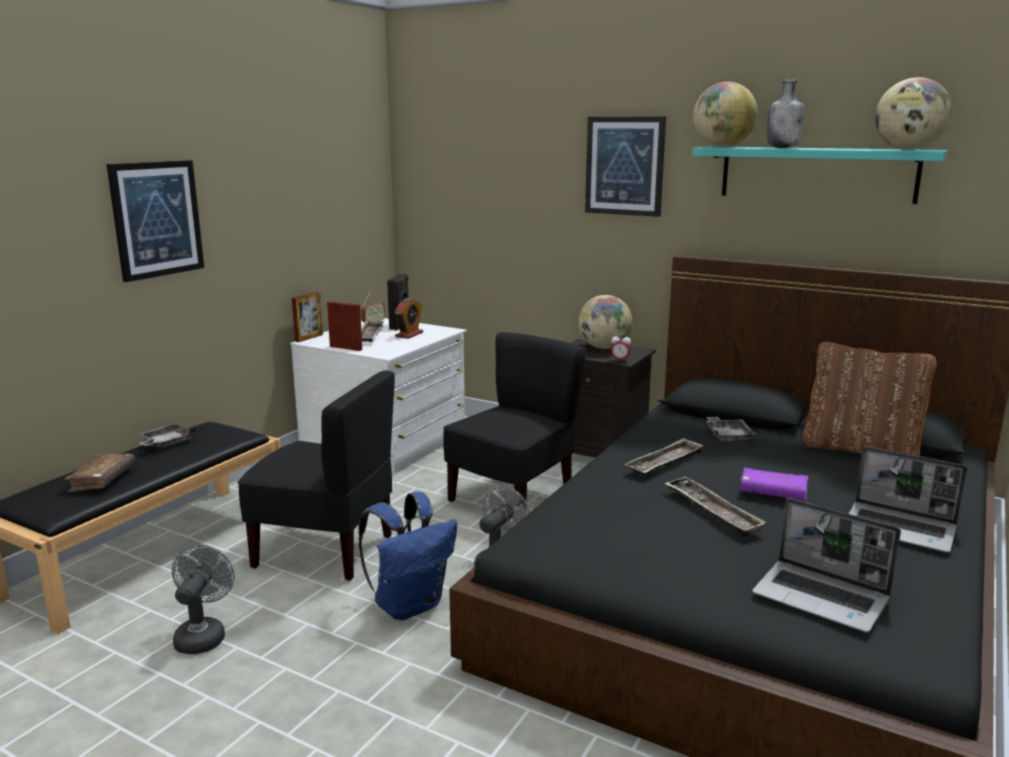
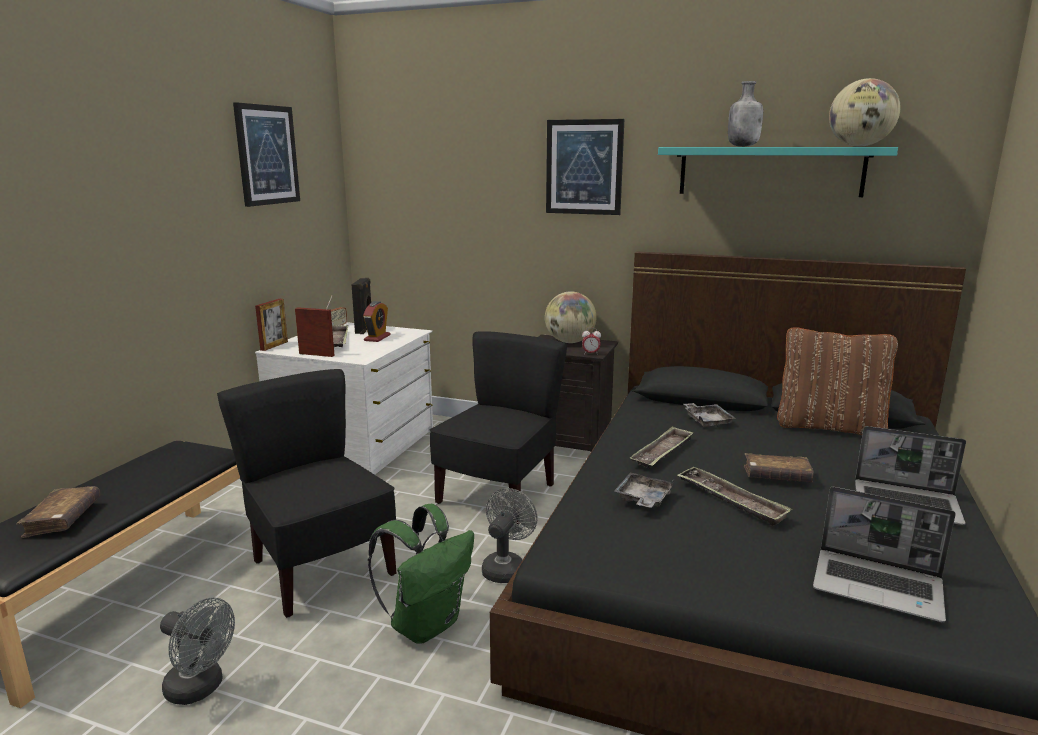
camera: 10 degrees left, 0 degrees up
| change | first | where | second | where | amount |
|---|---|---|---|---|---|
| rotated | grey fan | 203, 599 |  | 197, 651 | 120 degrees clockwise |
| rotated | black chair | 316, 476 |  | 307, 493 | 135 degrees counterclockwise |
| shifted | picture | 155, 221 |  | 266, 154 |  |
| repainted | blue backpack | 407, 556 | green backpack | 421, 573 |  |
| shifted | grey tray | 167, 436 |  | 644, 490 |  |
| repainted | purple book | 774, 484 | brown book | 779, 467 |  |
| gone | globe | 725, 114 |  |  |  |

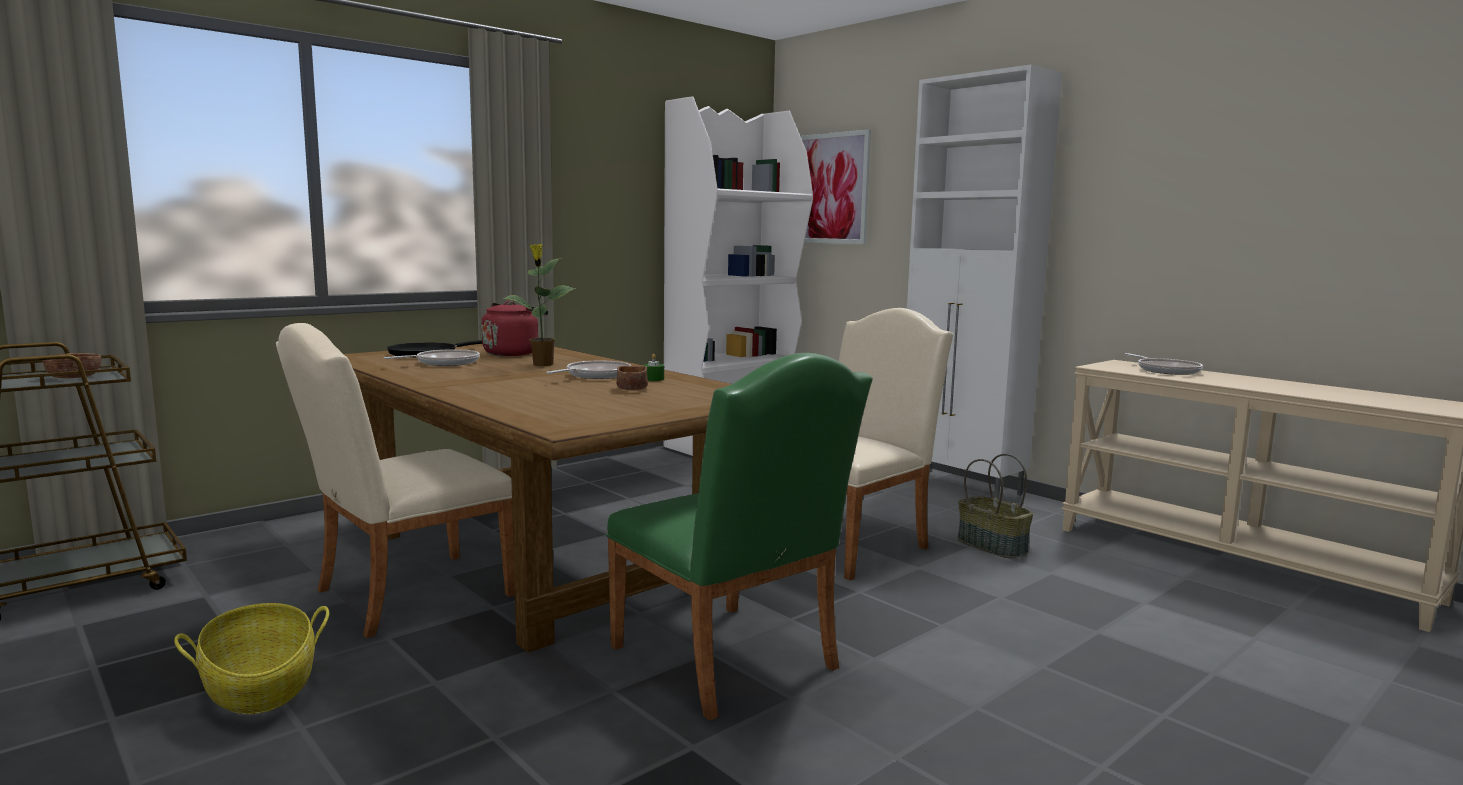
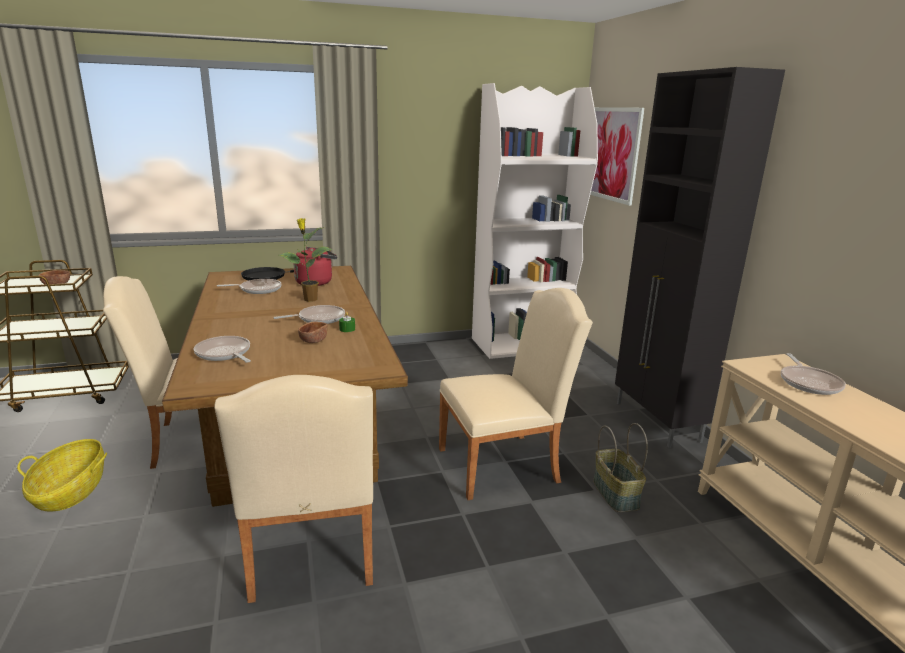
camera: 25 degrees right, 10 degrees up
| change | first | where | second | where | amount |
|---|---|---|---|---|---|
| new |  |  | frying pan | 222, 349 |  |
| repainted | green chair | 739, 537 | beige chair | 293, 489 |  |
| repainted | white cabinet | 984, 281 | black cabinet | 700, 257 |  |

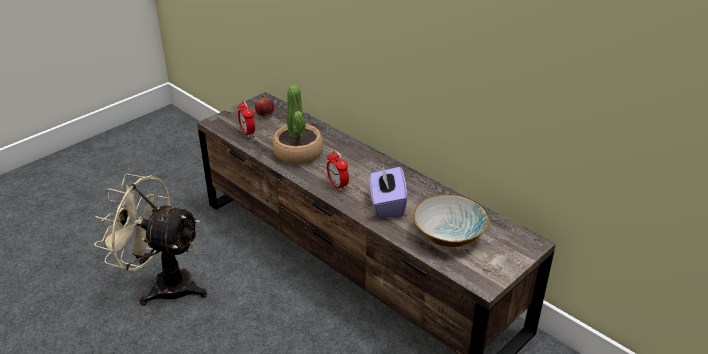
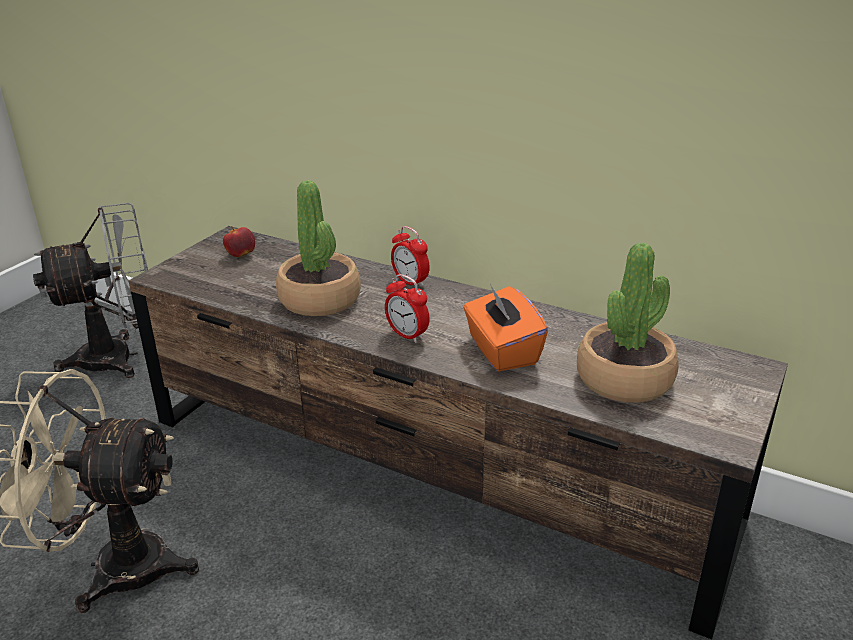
camera: 15 degrees left, 5 degrees down
| change | first | where | second | where | amount |
|---|---|---|---|---|---|
| new |  |  | grey fan | 90, 290 |  |
| shifted | alarm clock | 246, 119 |  | 410, 257 |  |
| repainted | purple tissue box | 388, 192 | orange tissue box | 505, 328 |  |
| swapped | bowl | 450, 221 | potted plant | 628, 322 |  |

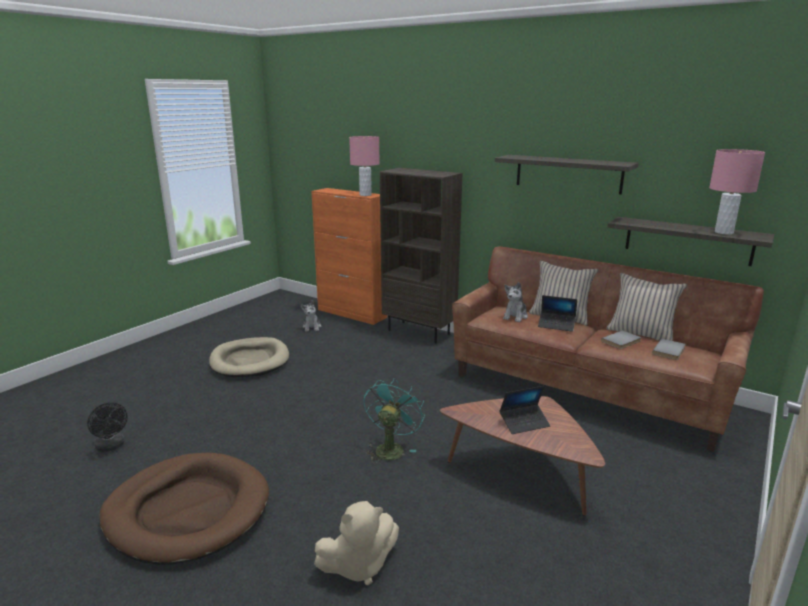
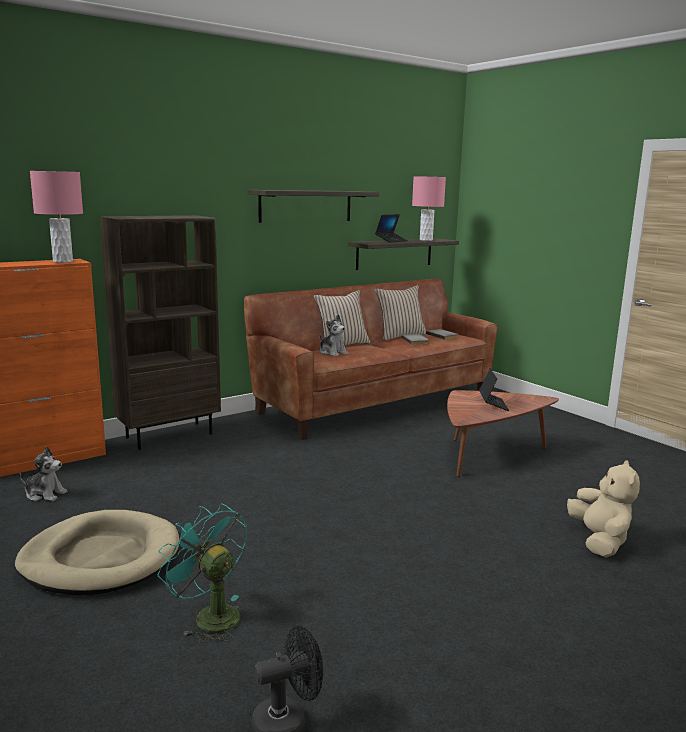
camera: 70 degrees left, 5 degrees down
| change | first | where | second | where | amount |
|---|---|---|---|---|---|
| shifted | turquoise fan | 394, 420 |  | 202, 573 |  |
| shifted | laptop | 557, 313 |  | 391, 228 |  |
| gone | brown dog bed | 184, 509 |  |  |  |

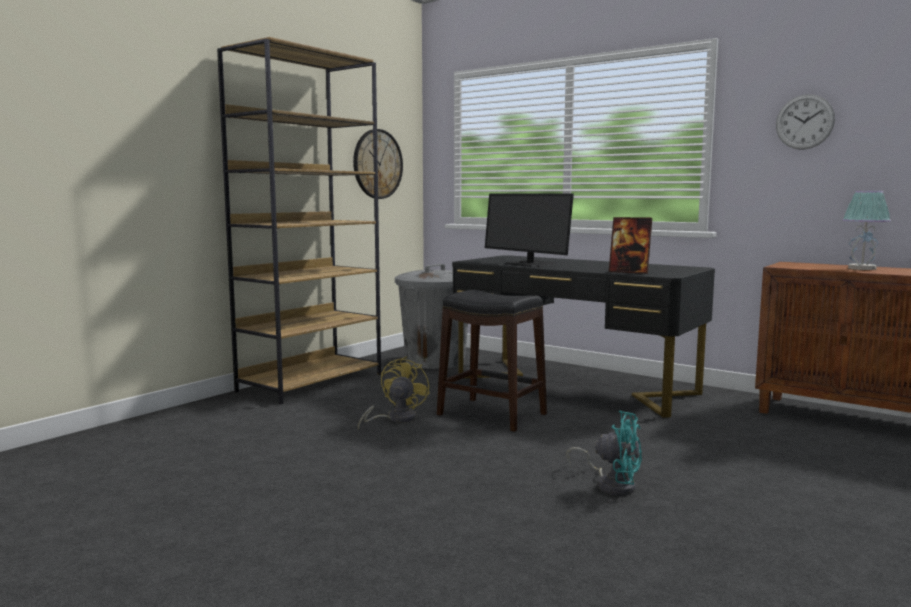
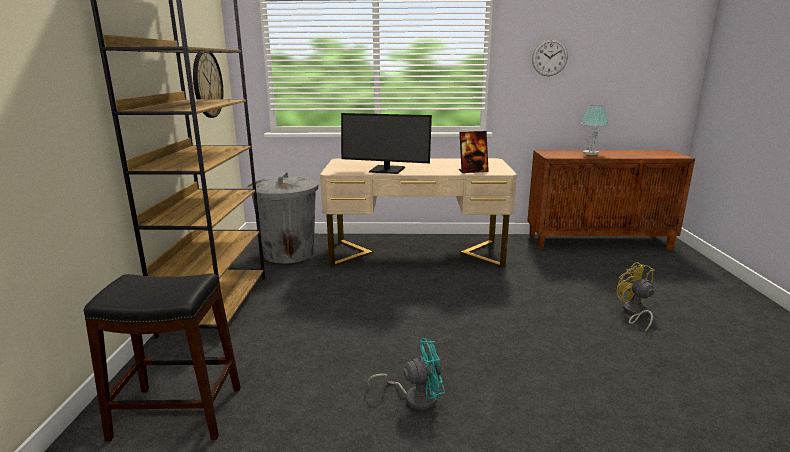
camera: 35 degrees left, 10 degrees up
| change | first | where | second | where | amount |
|---|---|---|---|---|---|
| shifted | black stool | 492, 361 |  | 162, 357 |  |
| repainted | black desk | 583, 336 | beige desk | 418, 213 |  |
| shifted | turquoise fan | 604, 453 |  | 406, 374 |  |
| shifted | yellow fan | 394, 392 |  | 635, 297 |  |

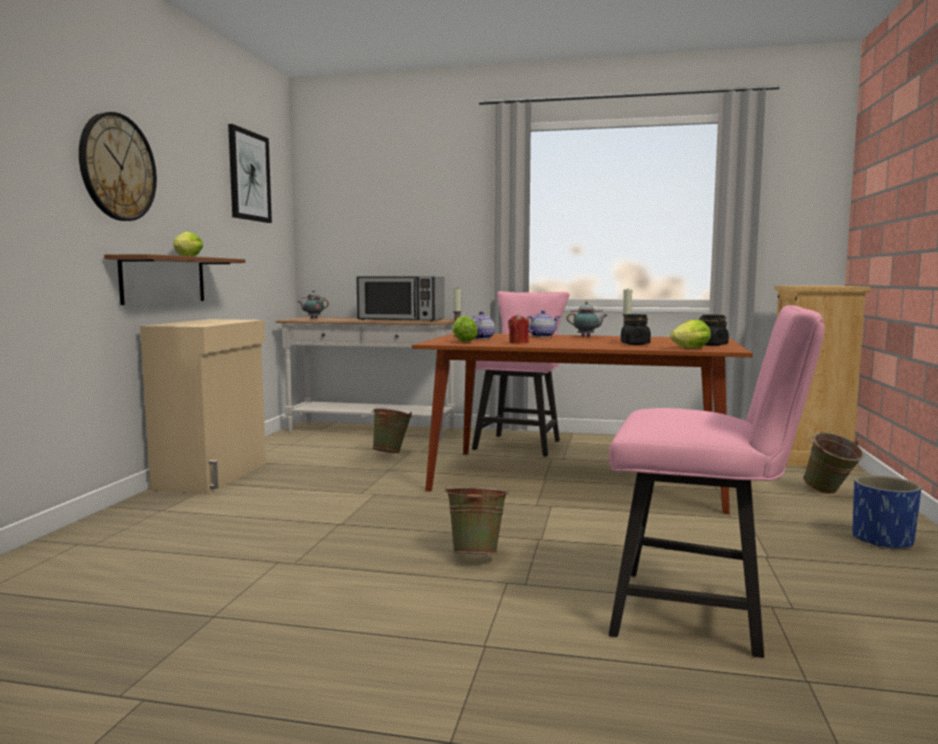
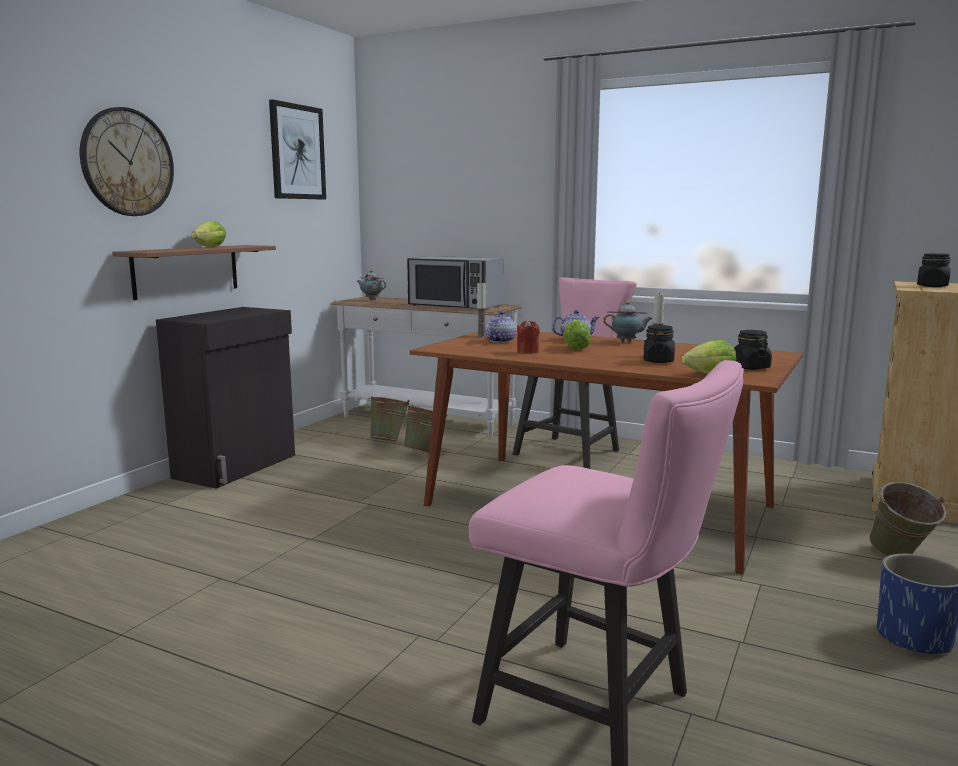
camera: 15 degrees right, 5 degrees up
| change | first | where | second | where | amount |
|---|---|---|---|---|---|
| repainted | beige cabinet | 203, 406 | black cabinet | 225, 398 |  |
| shifted | green bucket | 477, 520 |  | 388, 418 |  |
| shifted | lettuce | 465, 329 |  | 577, 335 |  |
| new |  |  | black jar | 934, 270 |  |

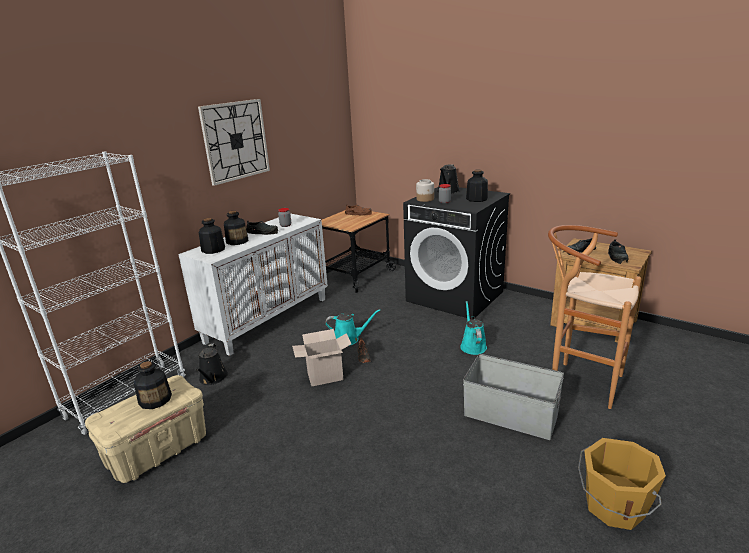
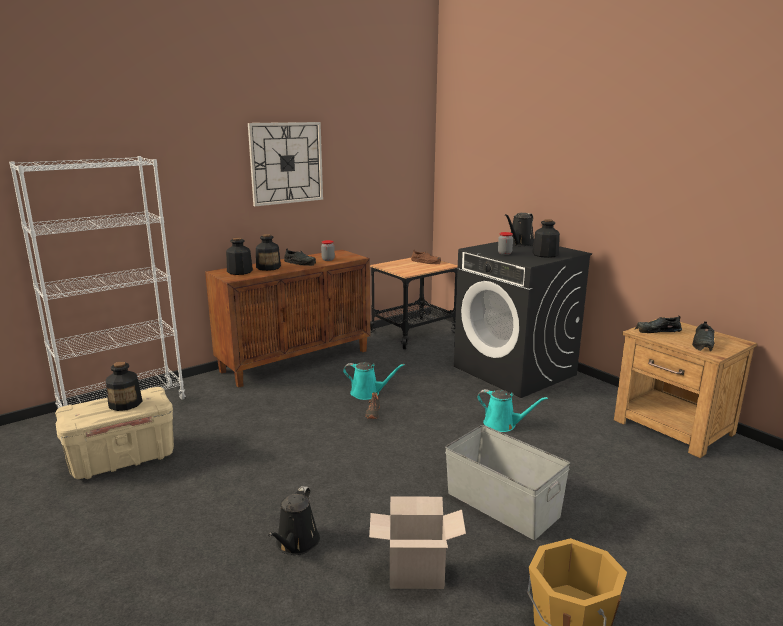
camera: 15 degrees right, 5 degrees down
| change | first | where | second | where | amount |
|---|---|---|---|---|---|
| repainted | white cabinet | 253, 284 | brown cabinet | 287, 319 |  |
| shifted | black watering can | 212, 364 |  | 294, 520 |  |
| shifted | cardboard box | 321, 357 |  | 417, 542 |  |
| rotated | turquoise watering can | 473, 328 |  | 512, 410 | 105 degrees clockwise |
| gone | jar | 425, 190 |  |  |  |
| gone | brown stool | 594, 317 |  |  |  |

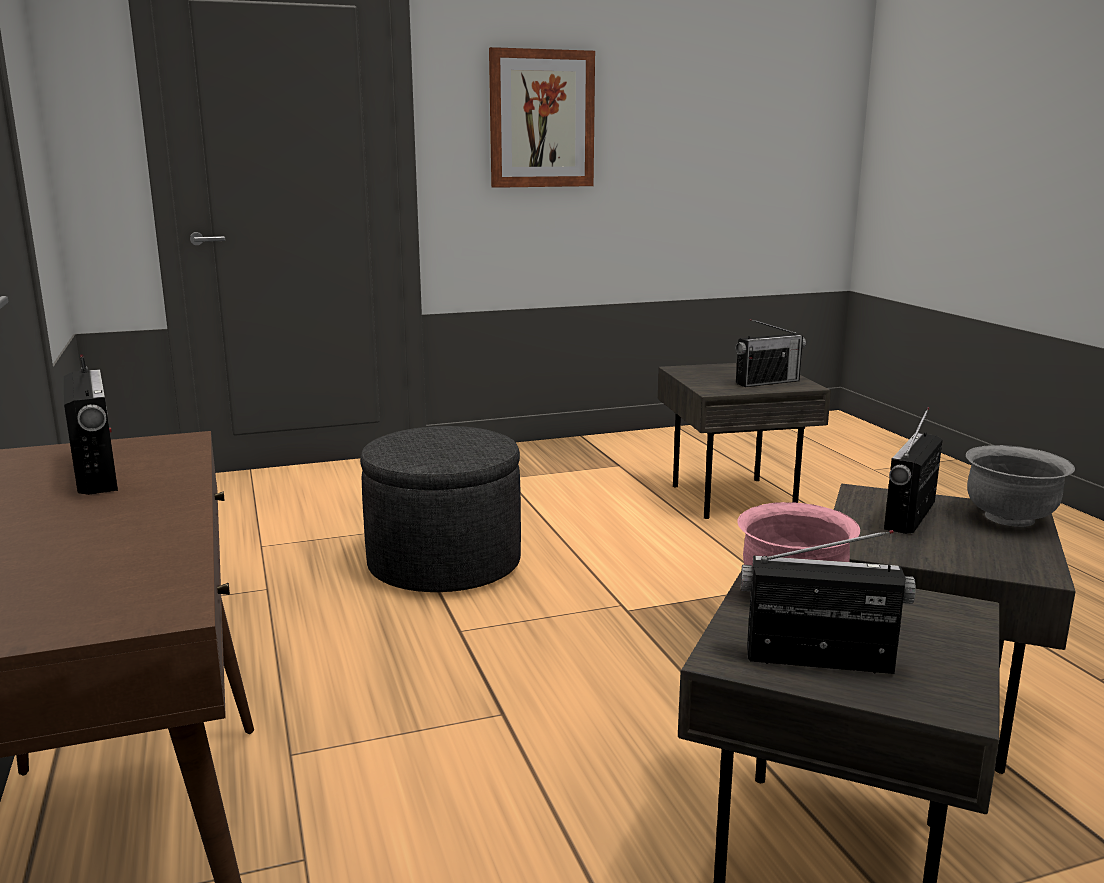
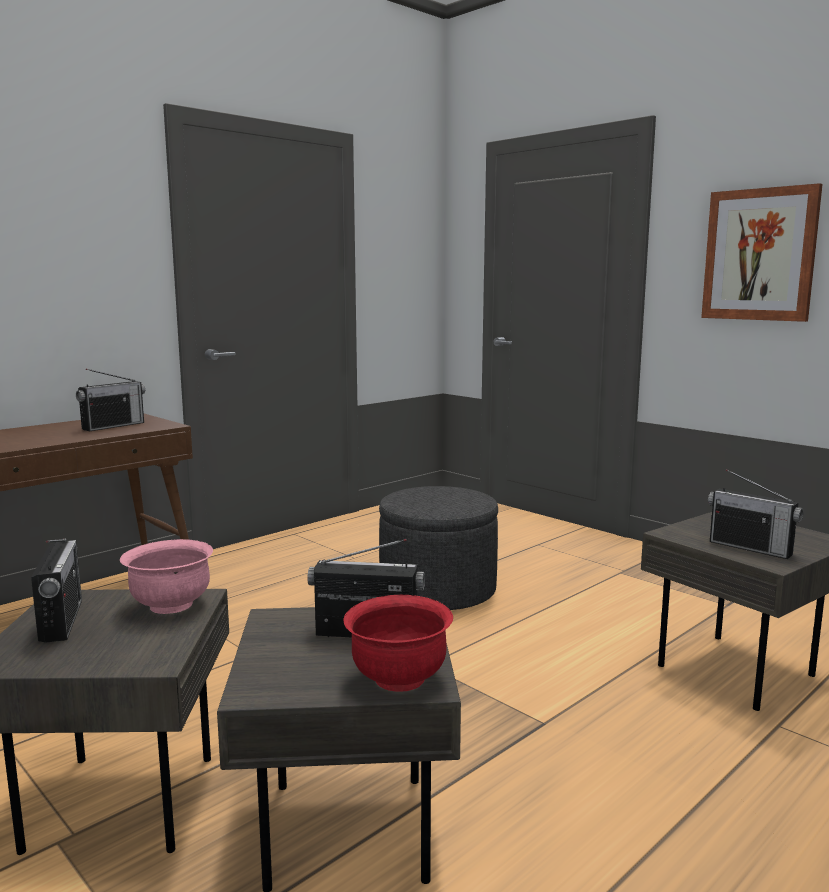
camera: 65 degrees right, 5 degrees down
| change | first | where | second | where | amount |
|---|---|---|---|---|---|
| repainted | grey bowl | 1020, 486 | red bowl | 398, 643 |  |

